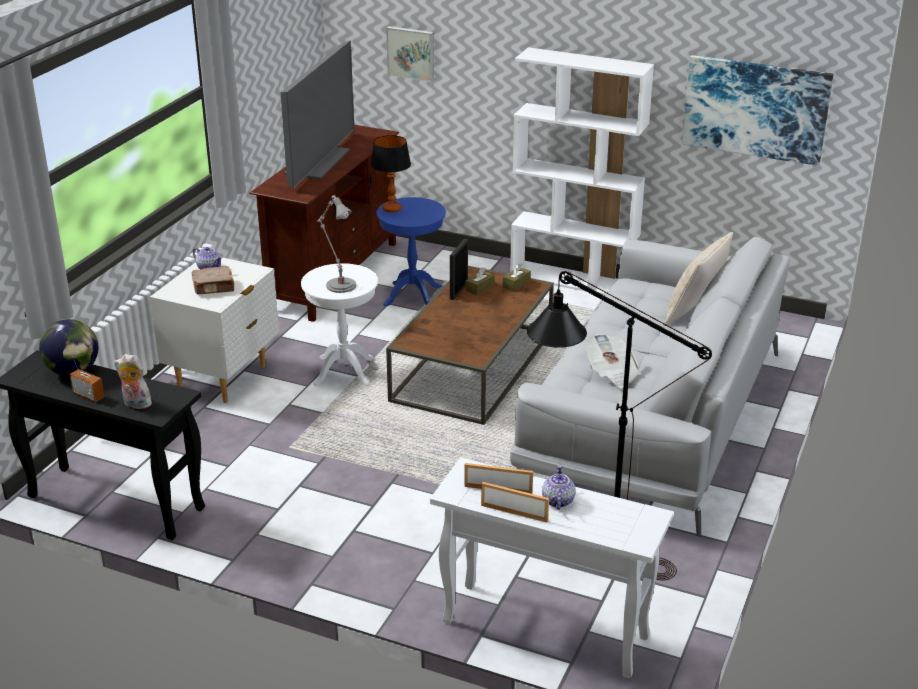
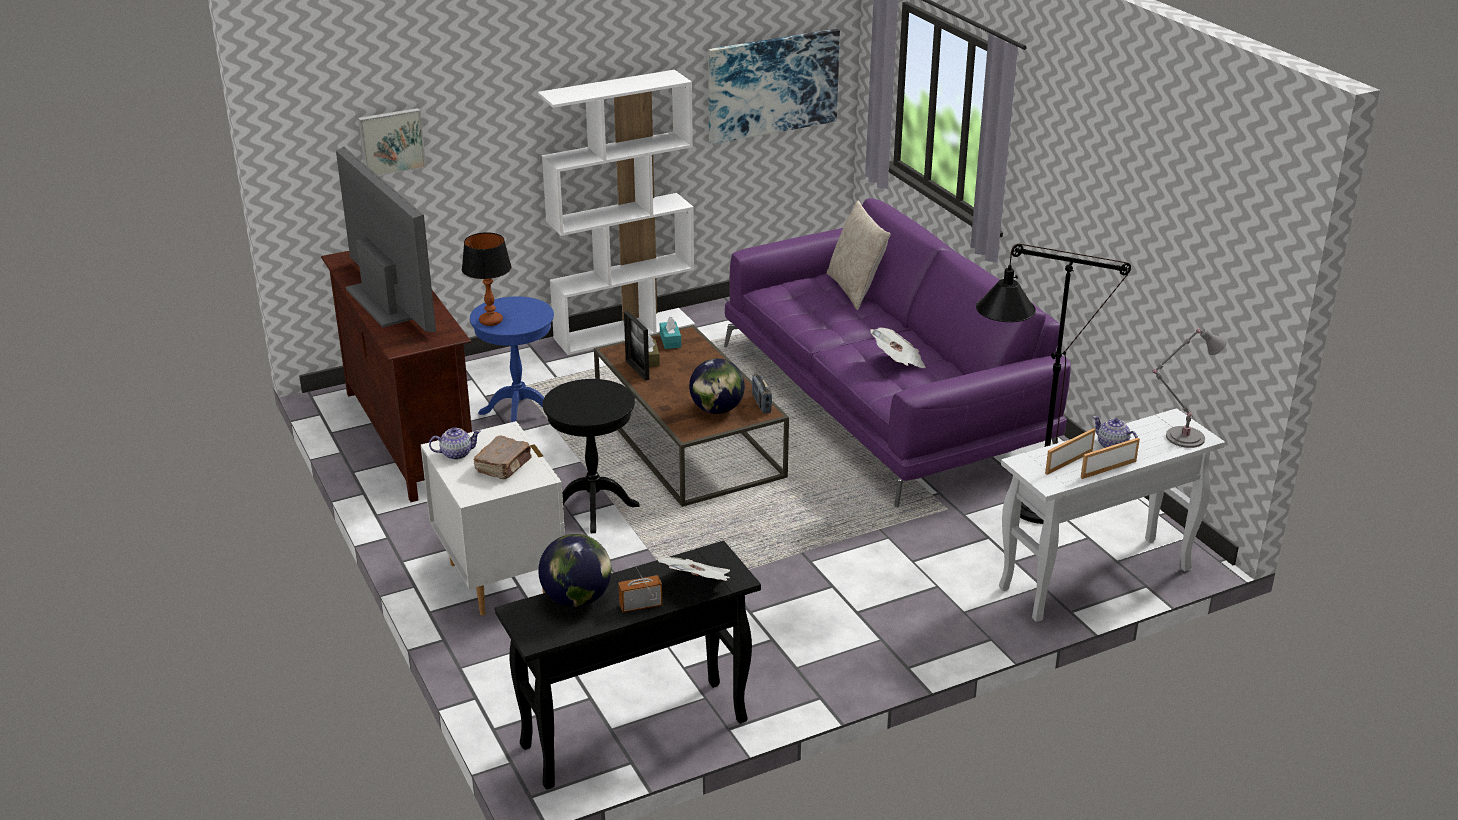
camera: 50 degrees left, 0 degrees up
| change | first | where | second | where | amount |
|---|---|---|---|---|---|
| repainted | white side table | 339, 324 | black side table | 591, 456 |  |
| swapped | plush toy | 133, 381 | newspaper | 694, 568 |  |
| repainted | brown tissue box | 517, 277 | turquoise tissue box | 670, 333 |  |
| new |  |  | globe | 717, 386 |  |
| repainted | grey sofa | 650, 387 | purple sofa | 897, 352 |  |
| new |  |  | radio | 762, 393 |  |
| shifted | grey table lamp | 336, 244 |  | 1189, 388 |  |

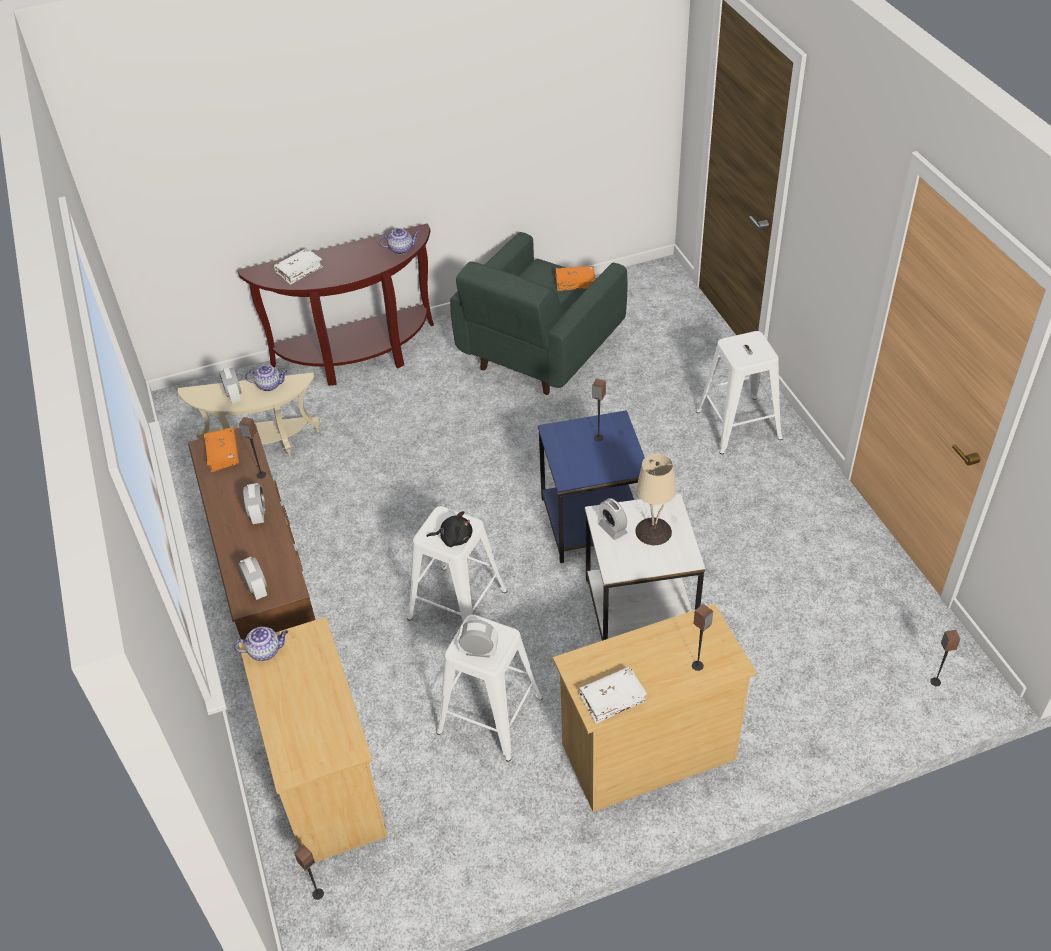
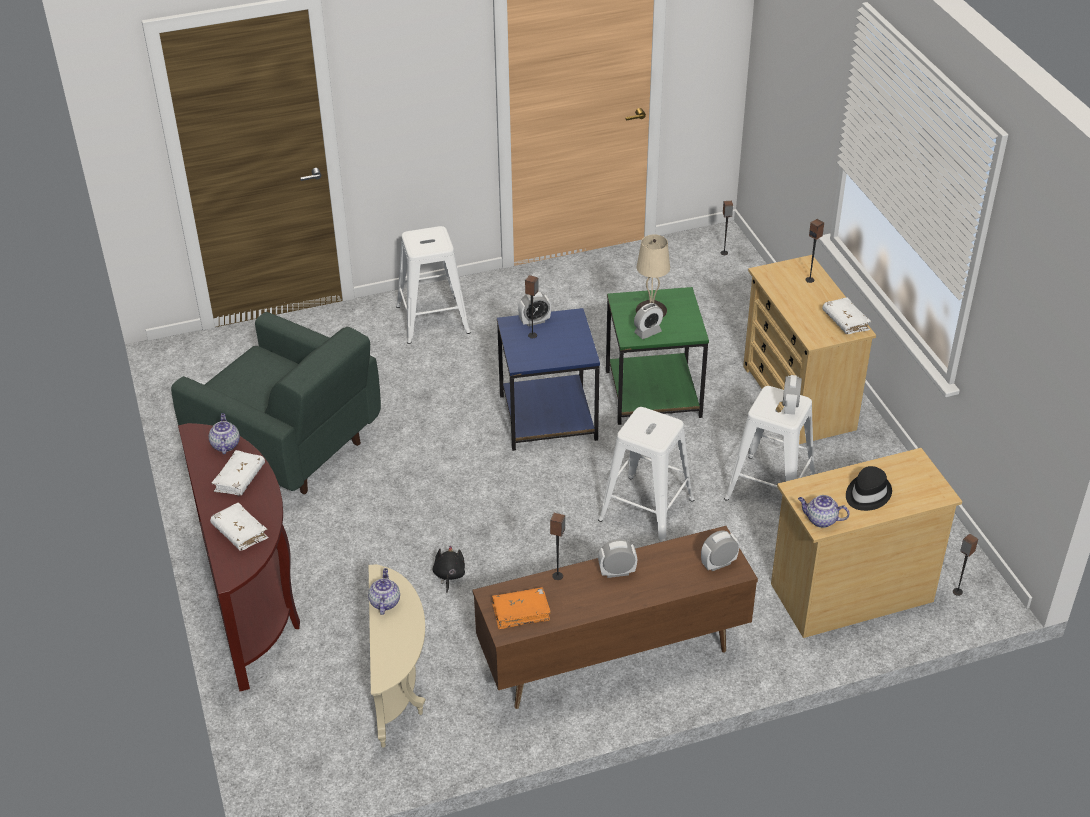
camera: 90 degrees left, 5 degrees down
| change | first | where | second | where | amount |
|---|---|---|---|---|---|
| new |  |  | white book | 238, 472 |  |
| shifted | black plush toy | 449, 529 |  | 449, 569 |  |
| shifted | alarm clock | 230, 385 |  | 534, 308 |  |
| repainted | white side table | 645, 567 | green side table | 657, 356 |  |
| rotated | teapot | 260, 644 |  | 824, 511 | 60 degrees counterclockwise |
| new |  |  | black hat | 869, 488 |  |
| gone | orange book | 575, 278 |  |  |  |

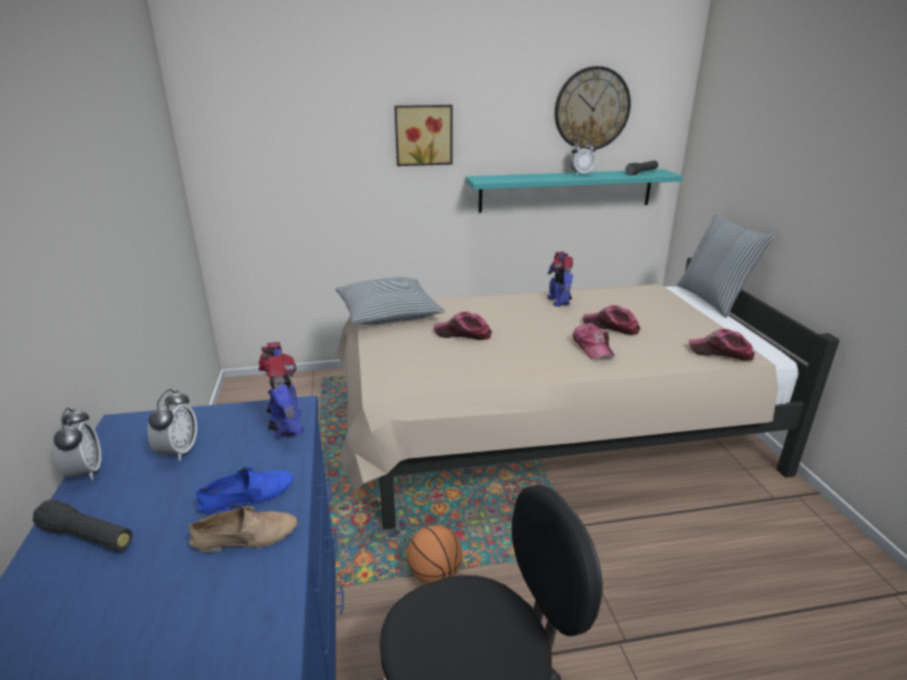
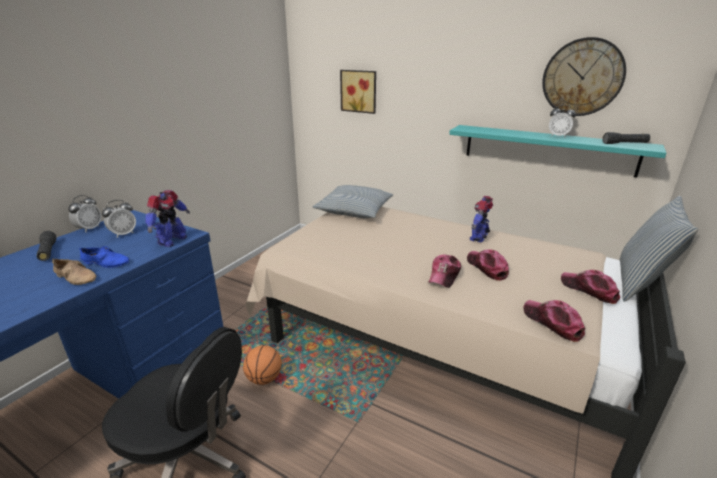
camera: 40 degrees right, 0 degrees up
| change | first | where | second | where | amount |
|---|---|---|---|---|---|
| shifted | picture | 423, 135 |  | 358, 92 |  |
| shifted | cap | 463, 326 |  | 590, 287 |  |

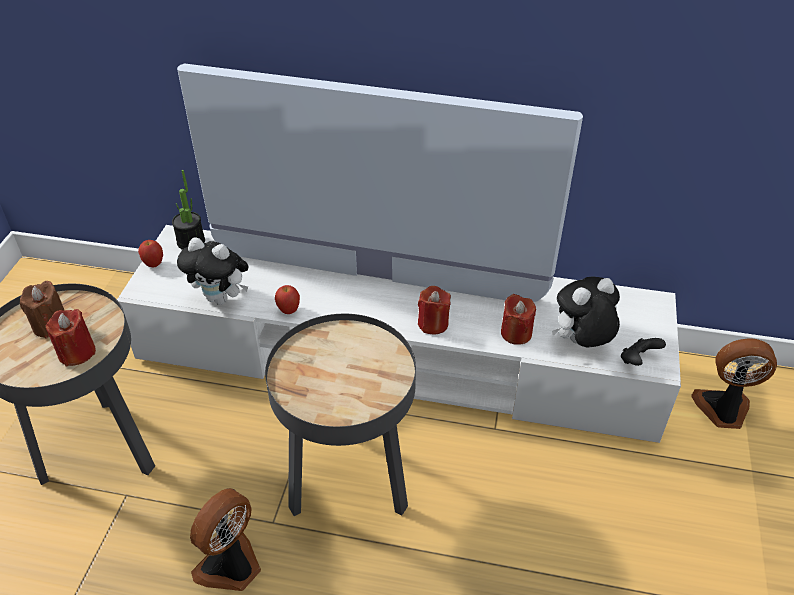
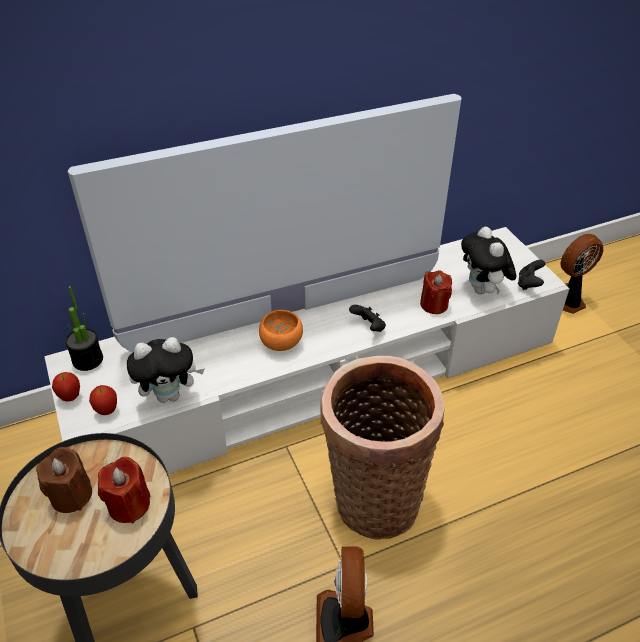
camera: 35 degrees left, 0 degrees up
| change | first | where | second | where | amount |
|---|---|---|---|---|---|
| shifted | apple | 287, 299 |  | 103, 400 |  |
| new |  |  | orange bowl | 281, 330 |  |
| swapped | black side table | 340, 415 | basket | 382, 448 |  |
| swapped | red candle | 434, 310 | black game controller | 367, 318 |  |
| rotated | plush toy | 586, 312 |  | 488, 261 | 45 degrees counterclockwise |

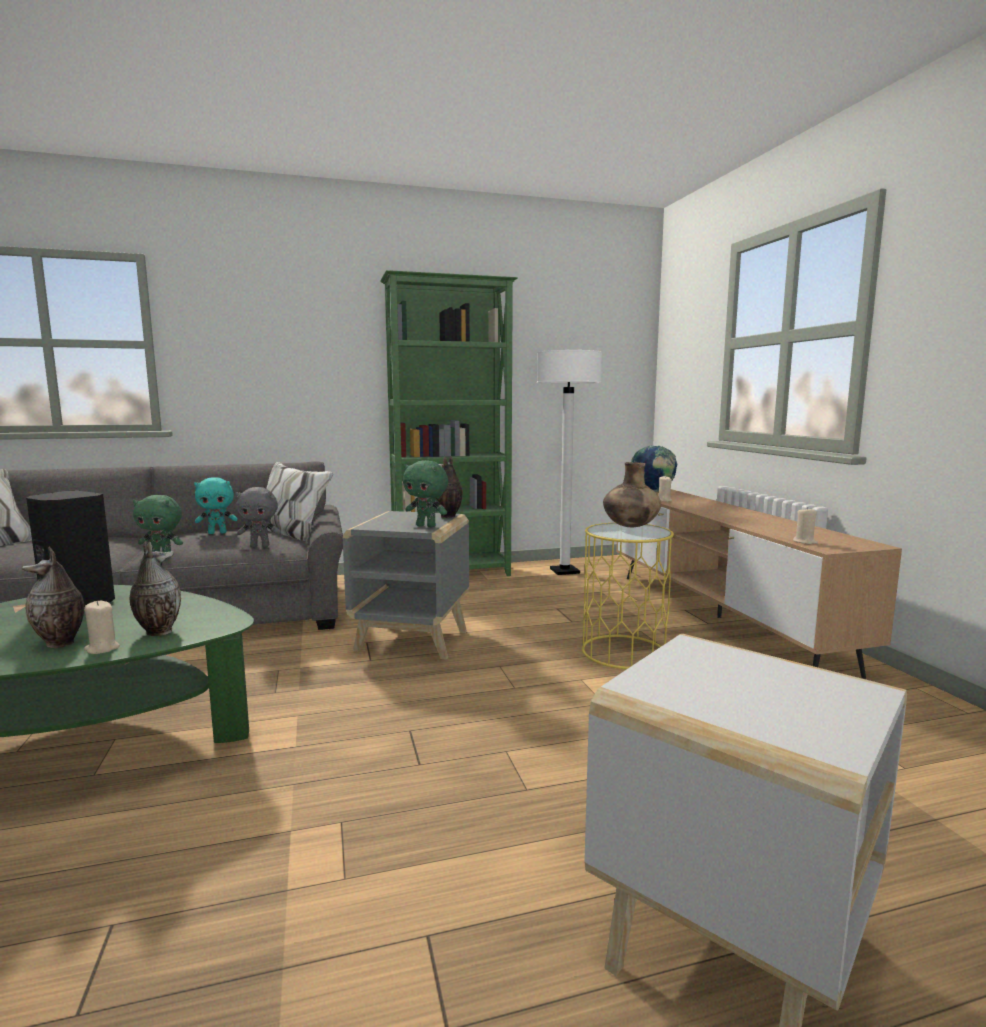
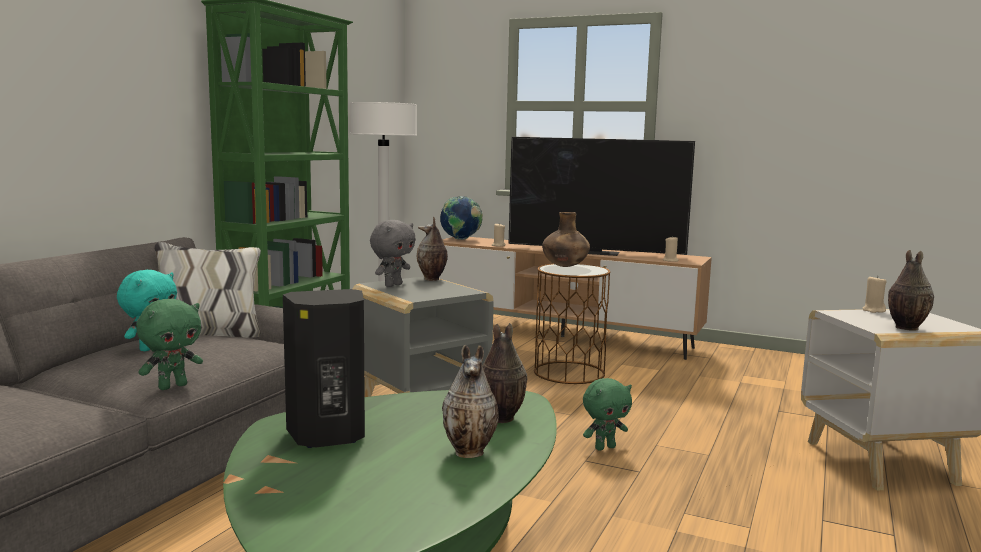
camera: 50 degrees left, 0 degrees up
| change | first | where | second | where | amount |
|---|---|---|---|---|---|
| shifted | grey plush toy | 258, 517 |  | 393, 253 |  |
| new |  |  | television | 602, 196 |  |
| repainted | yellow side table | 628, 596 | brown side table | 572, 324 |  |
| shifted | green plush toy | 425, 493 |  | 607, 414 |  |
| shifted | beige candle | 102, 627 |  | 874, 294 |  |
| new |  |  | vase | 911, 290 |  |

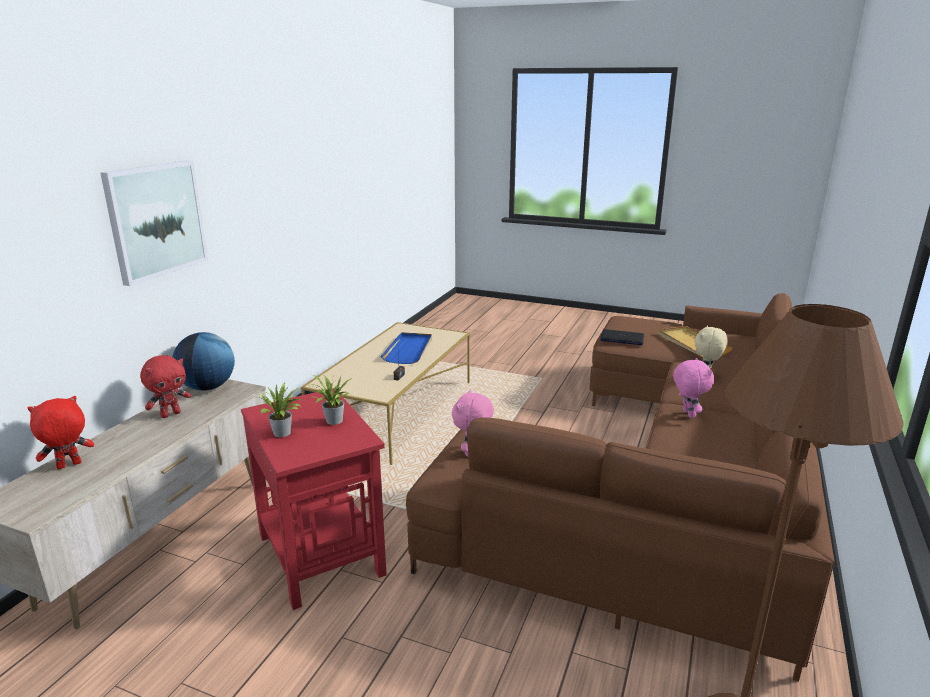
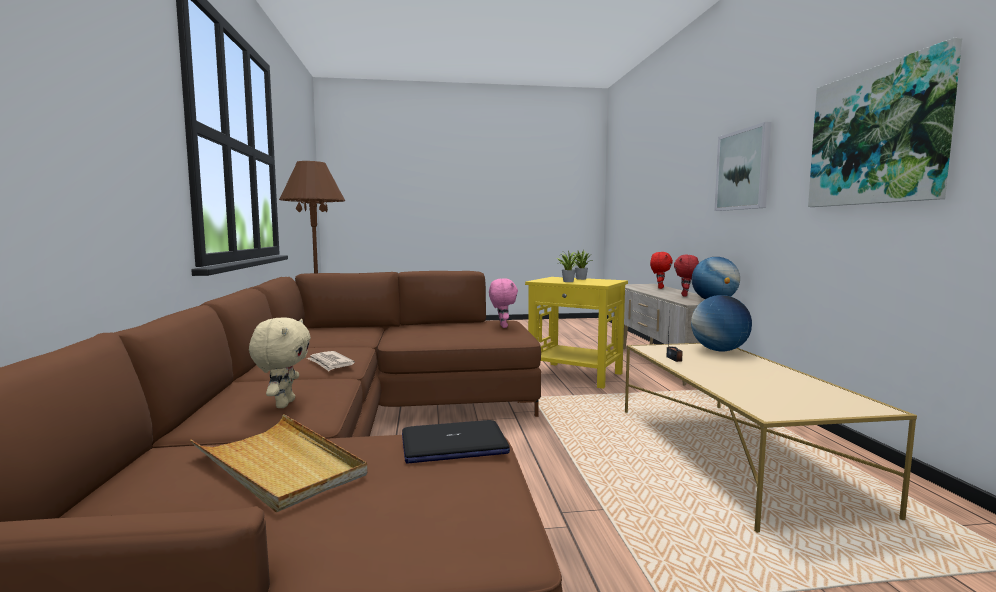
camera: 150 degrees right, 15 degrees down
| change | first | where | second | where | amount |
|---|---|---|---|---|---|
| swapped | pink plush toy | 693, 388 | newspaper | 331, 361 |  |
| repainted | red side table | 314, 499 | yellow side table | 576, 333 |  |
| new |  |  | globe | 721, 323 |  |
| new |  |  | picture | 885, 122 |  |
| gone | blue tray | 406, 348 |  |  |  |

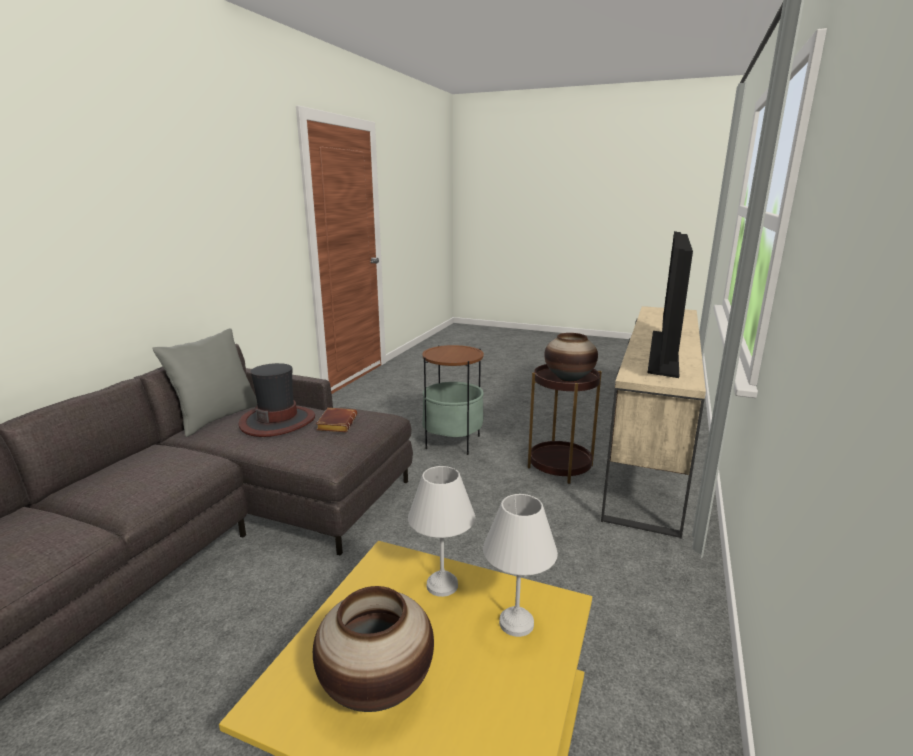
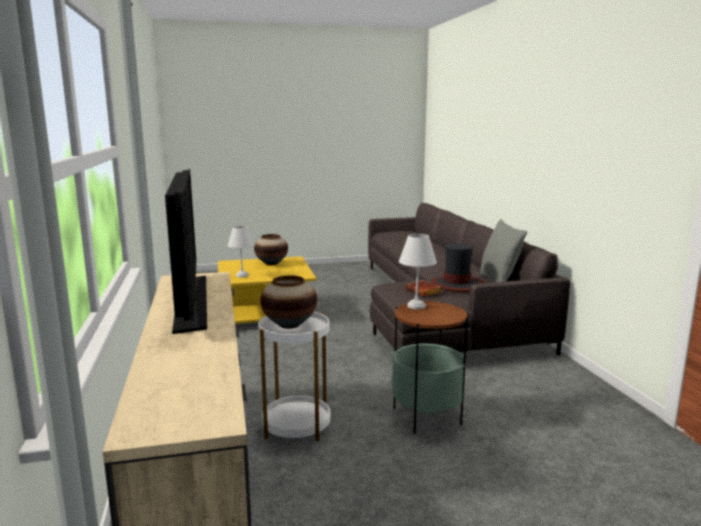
camera: 145 degrees right, 5 degrees down
| change | first | where | second | where | amount |
|---|---|---|---|---|---|
| repainted | brown side table | 565, 424 | white side table | 294, 377 |  |
| shifted | white table lamp | 441, 531 |  | 418, 271 |  |

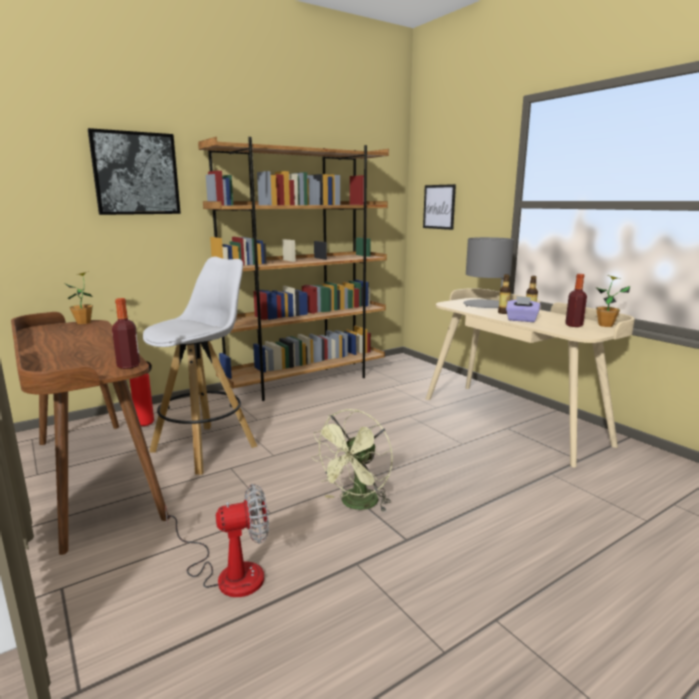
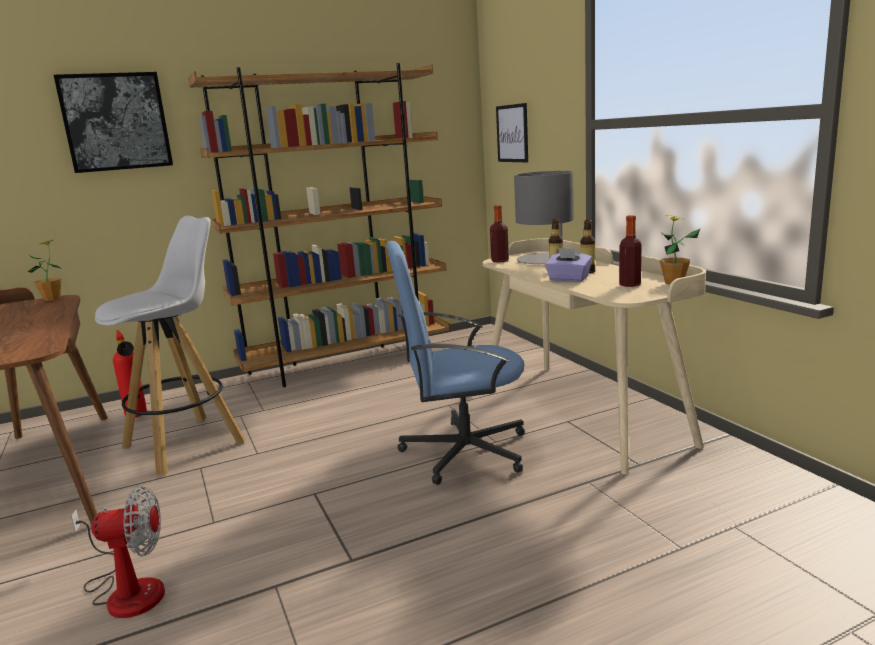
camera: 10 degrees right, 0 degrees up
| change | first | where | second | where | amount |
|---|---|---|---|---|---|
| new |  |  | blue office chair | 455, 363 |  |
| shifted | bottle | 126, 333 |  | 499, 234 |  |
| gone | green fan | 352, 461 |  |  |  |

